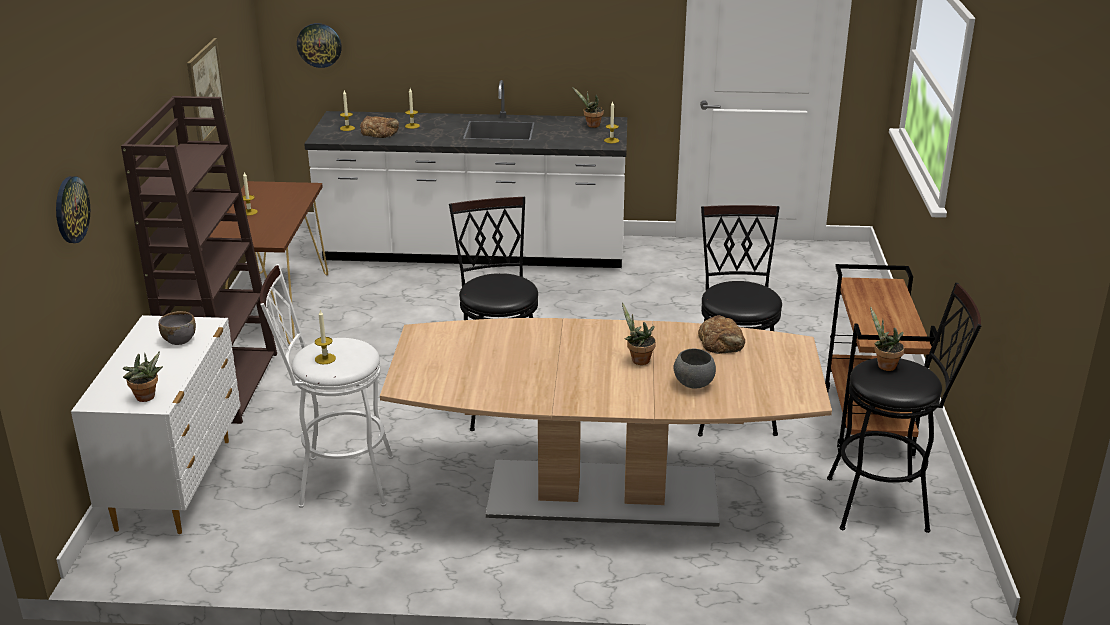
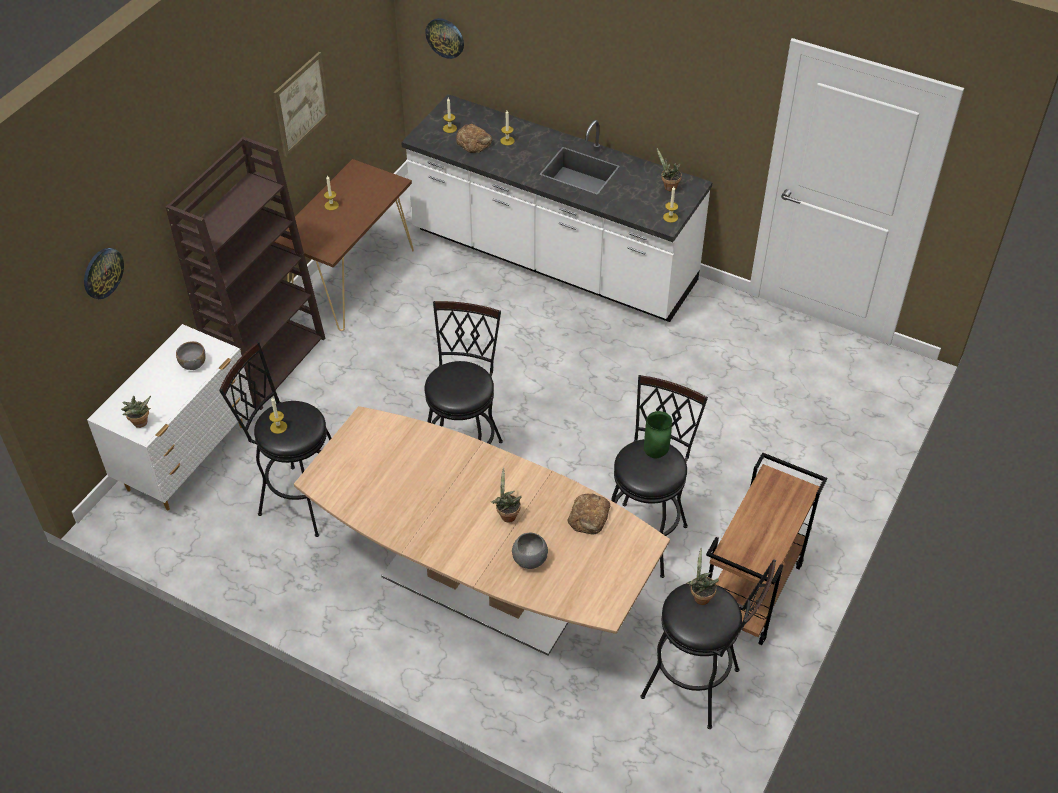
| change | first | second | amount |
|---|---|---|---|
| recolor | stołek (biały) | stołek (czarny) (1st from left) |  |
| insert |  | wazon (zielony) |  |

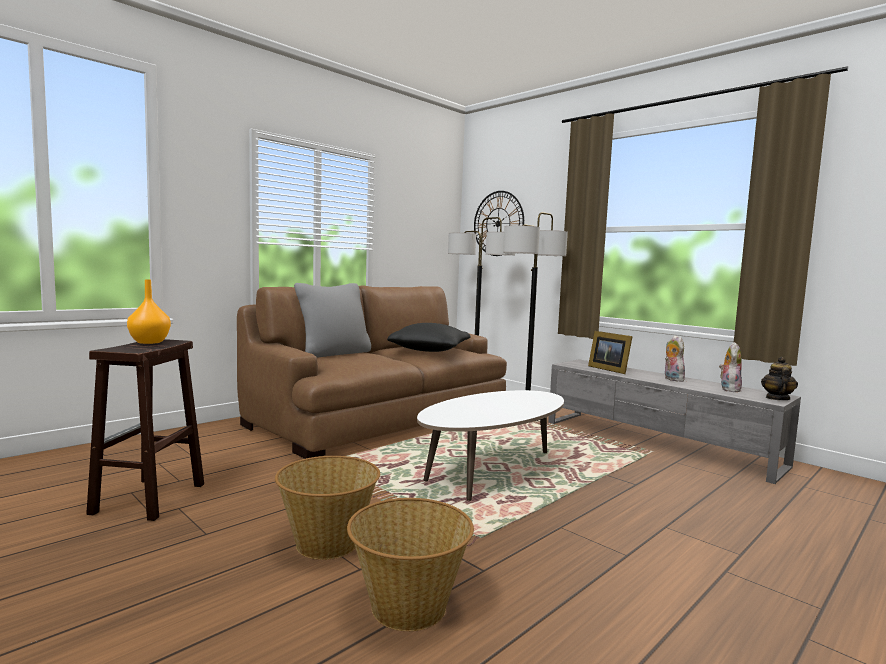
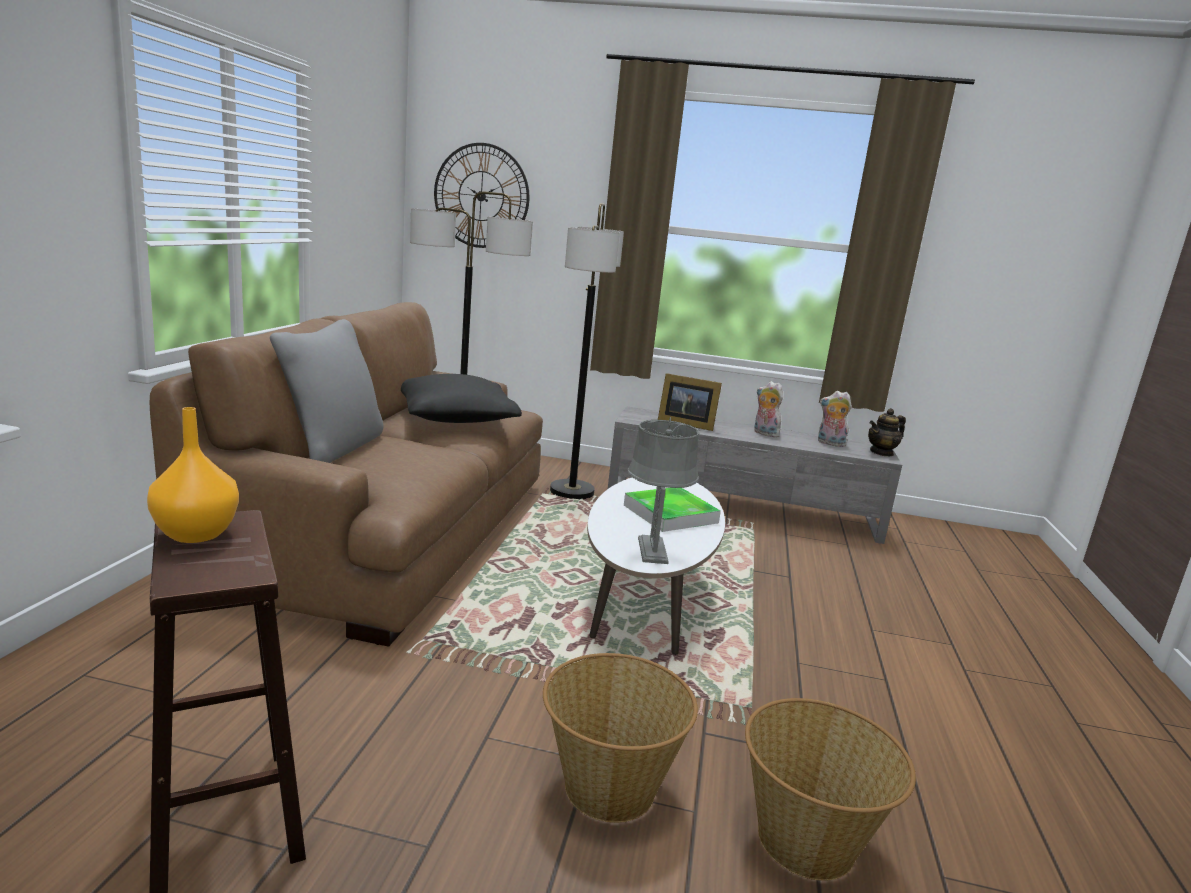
| change | first | second | amount |
|---|---|---|---|
| rotate | pluszak (2nd from left) |  | 60 degrees counterclockwise |
| rotate | imbryk |  | 105 degrees counterclockwise |
| insert |  | lampa stołowa (szary) |  |
| insert |  | taca |  |

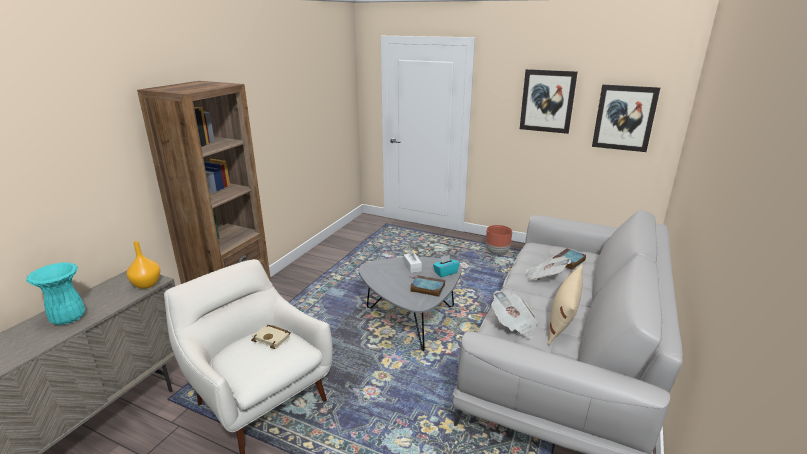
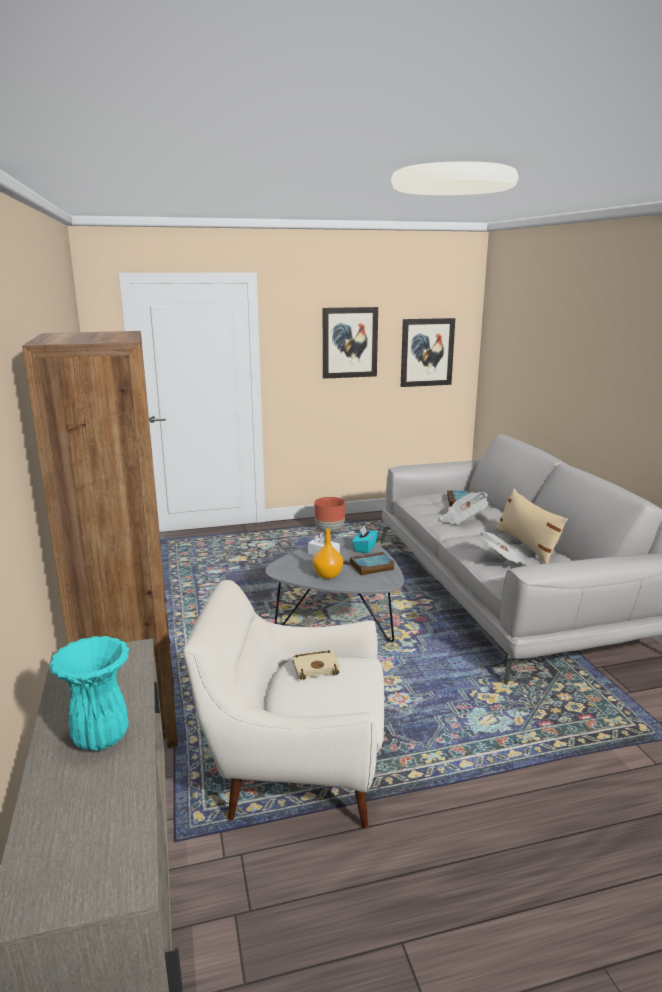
| change | first | second | amount |
|---|---|---|---|
| move | wazon (pomarańczowy) |  |  |

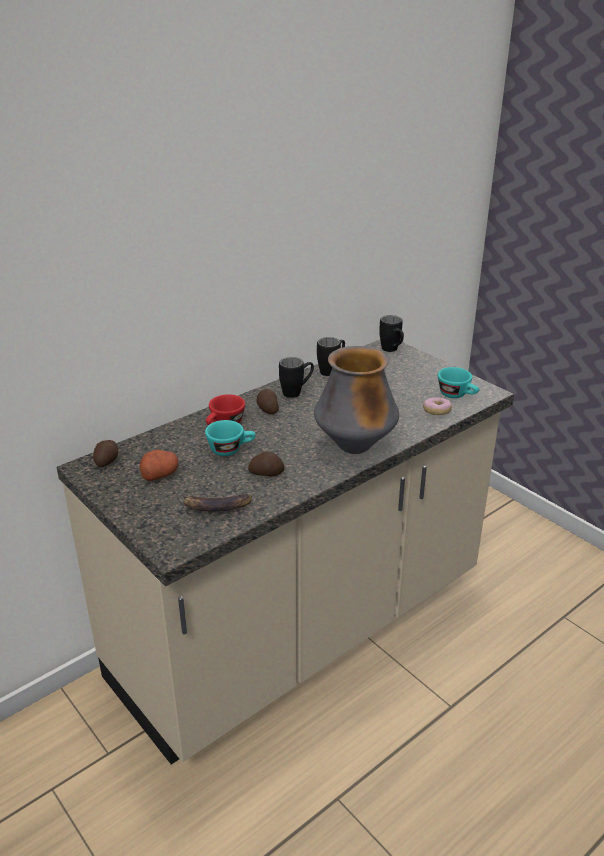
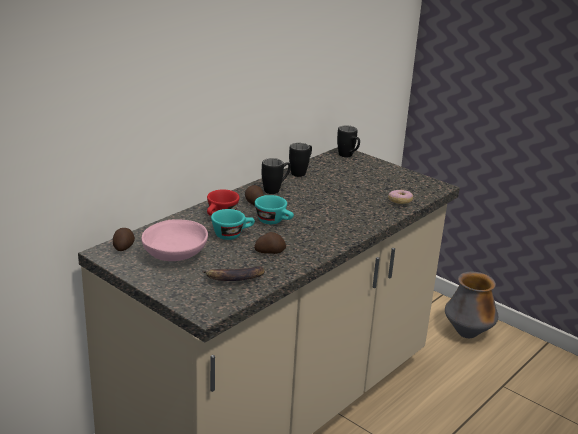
| change | first | second | amount |
|---|---|---|---|
| move | wazon |  |  |
| move | filiżanka (turkusowy) (2nd from left) |  |  |
| replace | ziemniak (2nd from left) | miska (różowy) |  |

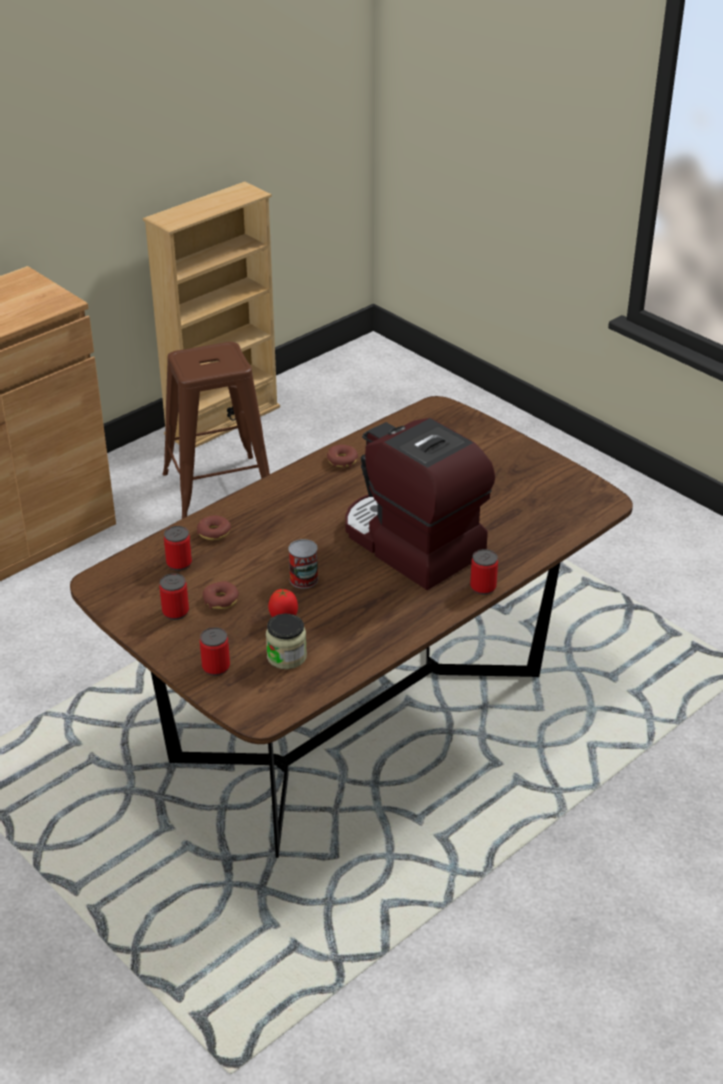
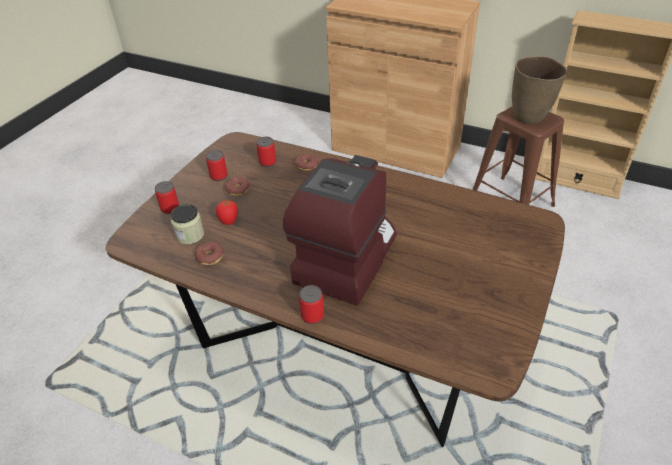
| change | first | second | amount |
|---|---|---|---|
| move | donut (3rd from left in the first image) | donut (1st from left) |  |
| delete | puszka (4th from left) |  |  |
| insert |  | wazon (brązowy) |  |

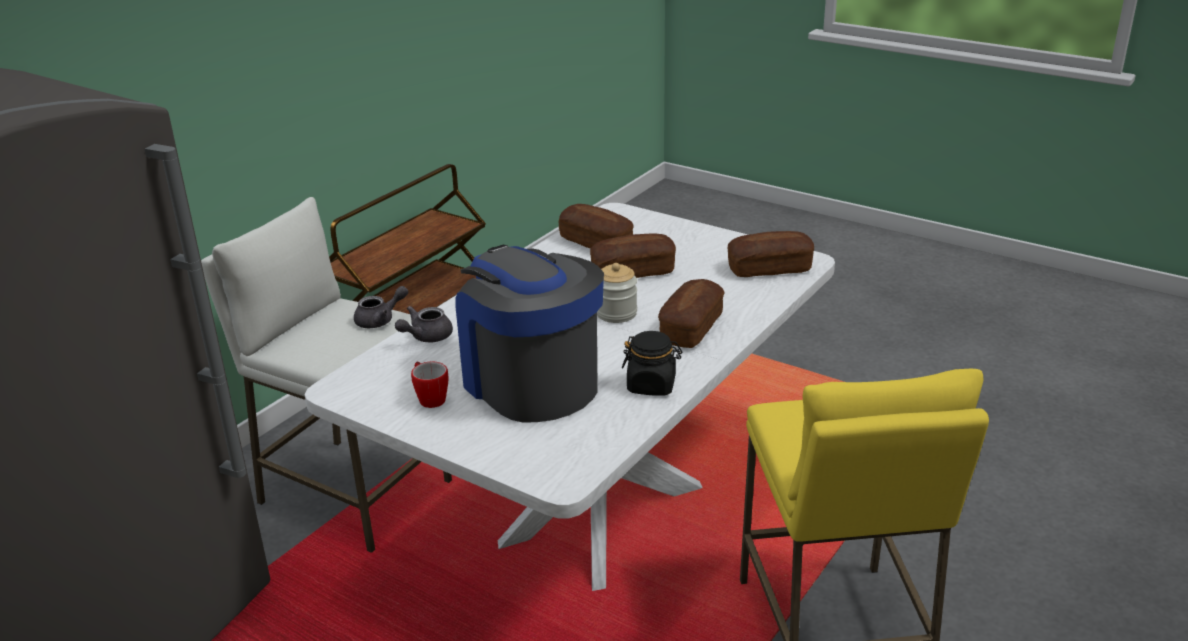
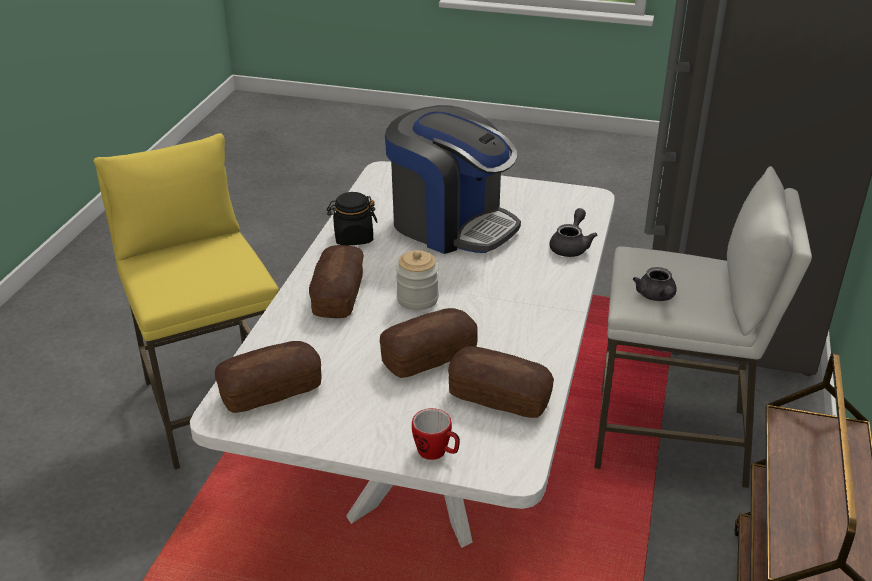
| change | first | second | amount |
|---|---|---|---|
| rotate | imbryk (szary) (1st from left in the first image) | imbryk (szary) (2nd from left) | 45 degrees counterclockwise |
| move | kubek |  |  |

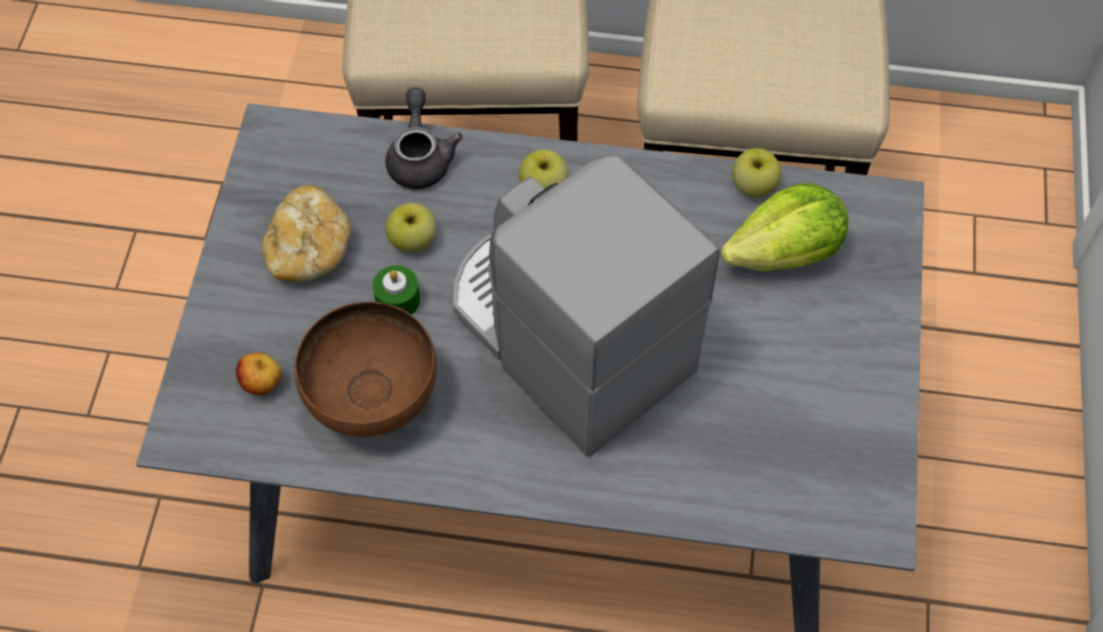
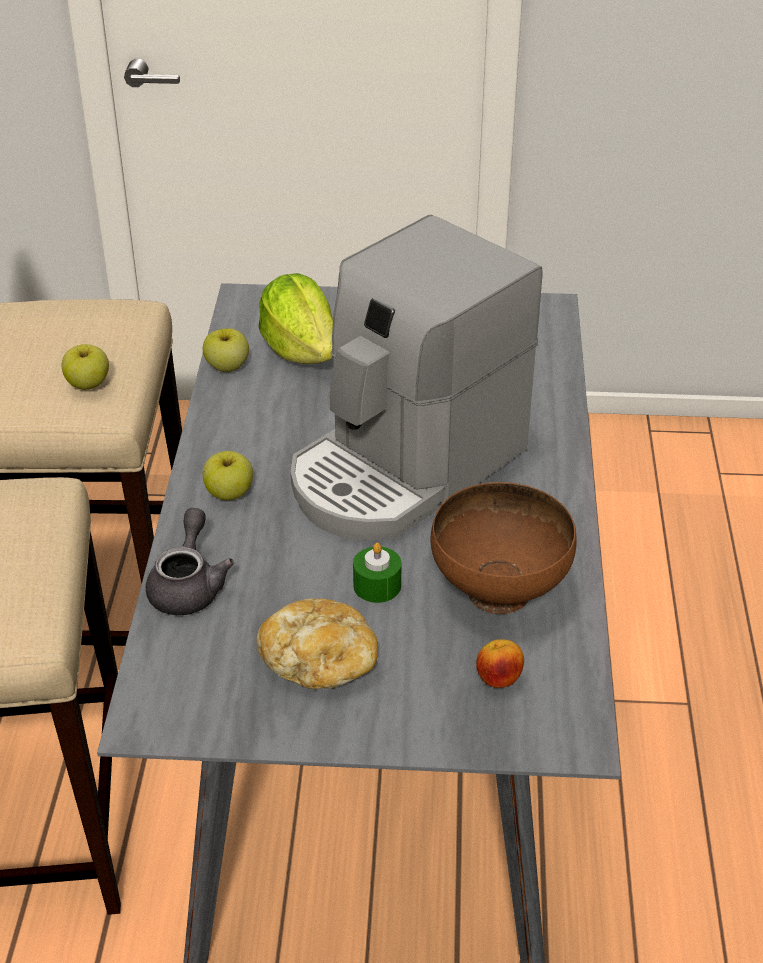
| change | first | second | amount |
|---|---|---|---|
| rotate | imbryk (szary) |  | 105 degrees clockwise |
| move | jabłko (2nd from left in the first image) | jabłko (1st from left) |  |

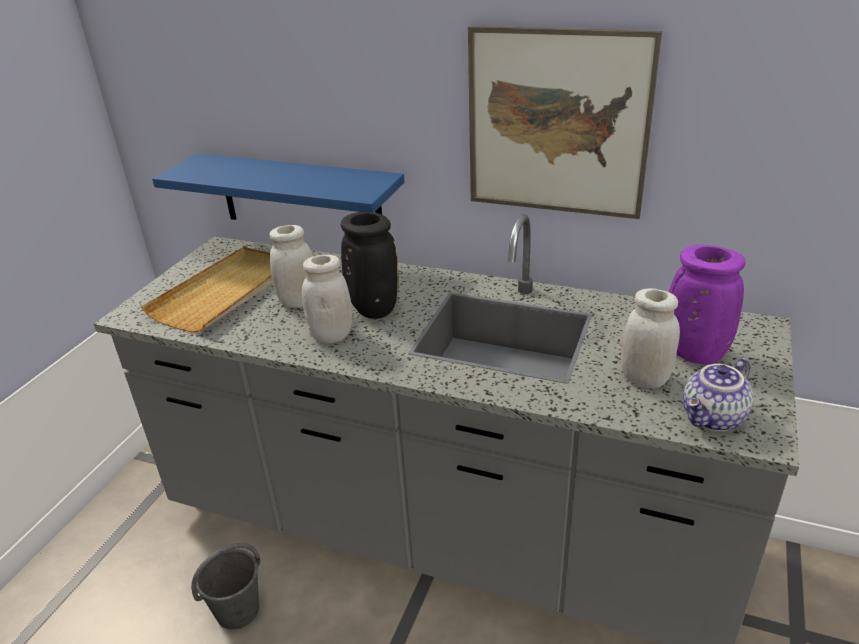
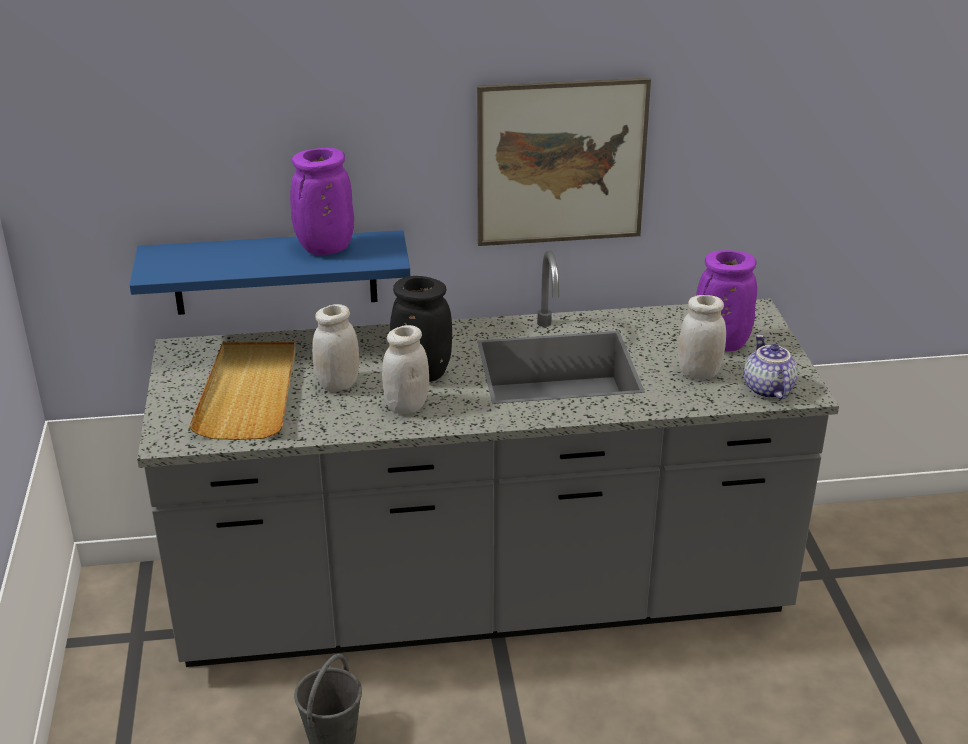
| change | first | second | amount |
|---|---|---|---|
| rotate | imbryk |  | 150 degrees clockwise |
| insert |  | wazon (fioletowy) (1st from left) |  |

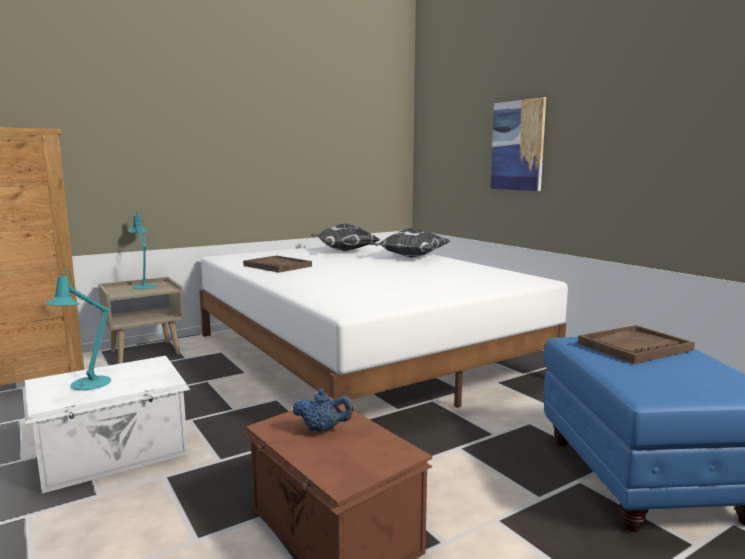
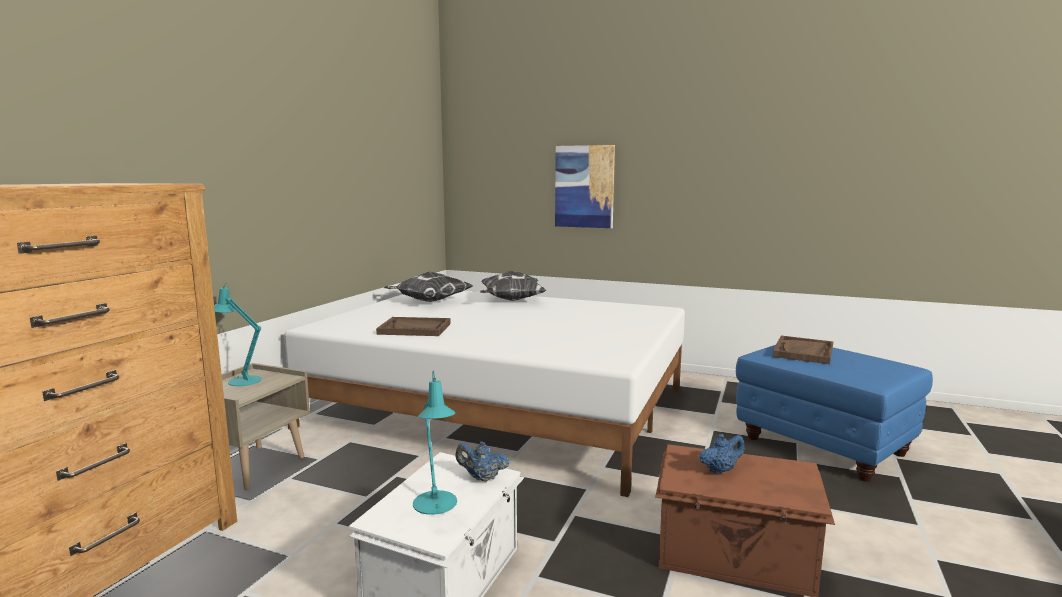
| change | first | second | amount |
|---|---|---|---|
| insert |  | imbryk (niebieski) (1st from left) |  |

